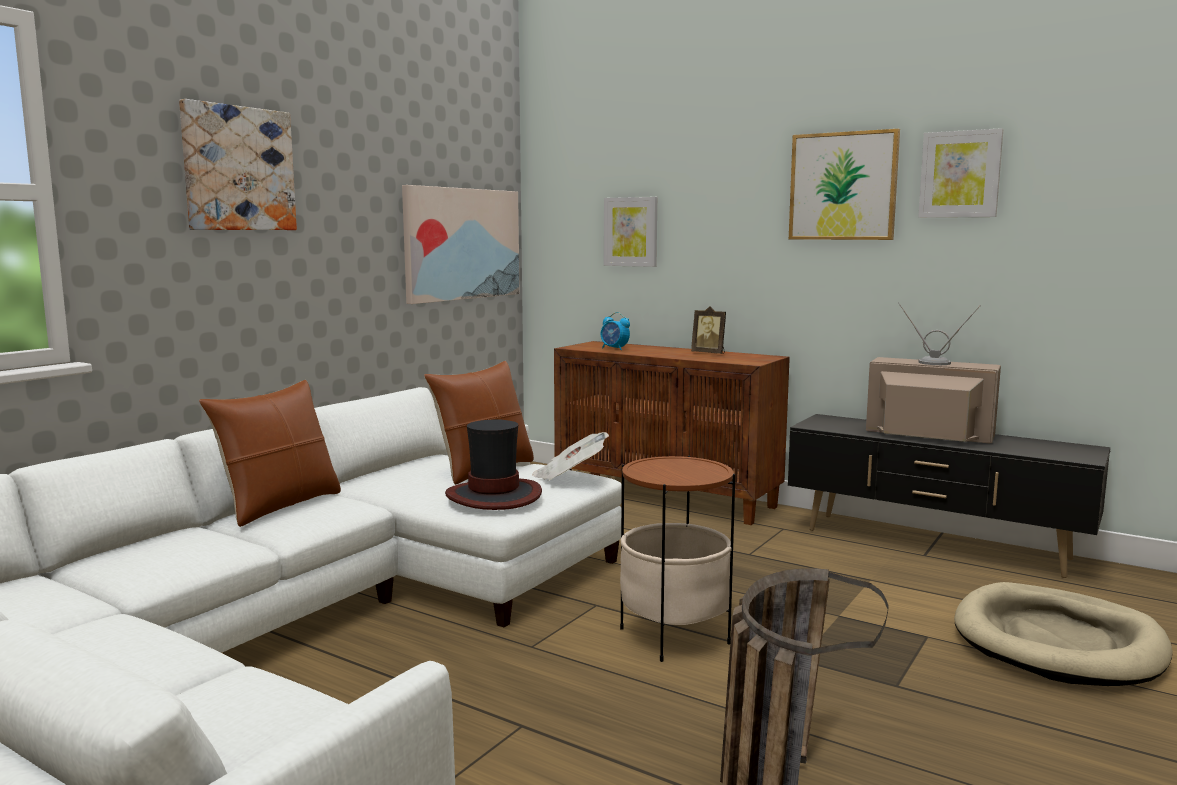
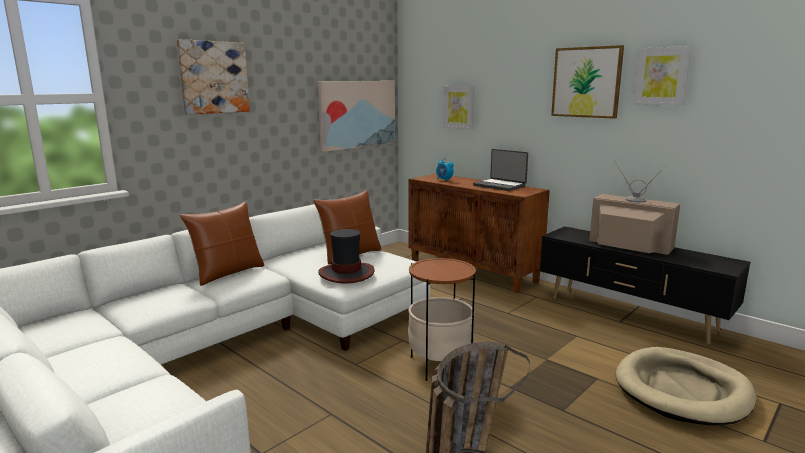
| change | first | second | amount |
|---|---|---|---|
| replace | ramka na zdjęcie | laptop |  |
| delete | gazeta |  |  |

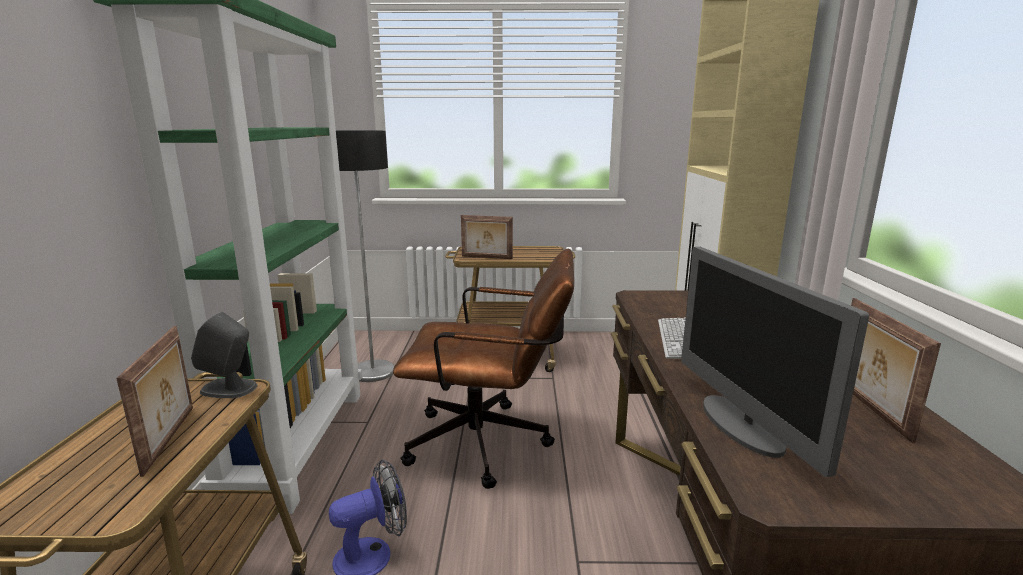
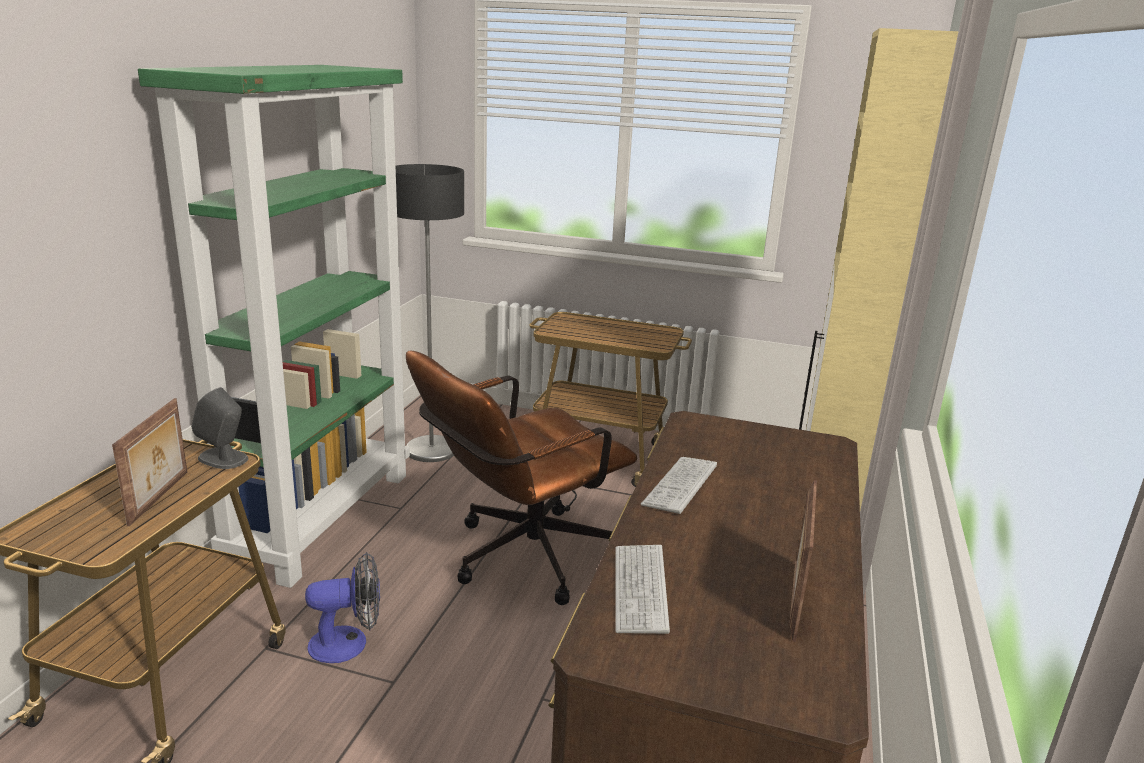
| change | first | second | amount |
|---|---|---|---|
| delete | ramka na zdjęcie (2nd from left) |  |  |
| replace | monitor | klawiatura (1st from left) |  |
| rotate | krzesło biurowe (brązowy) |  | 120 degrees clockwise |

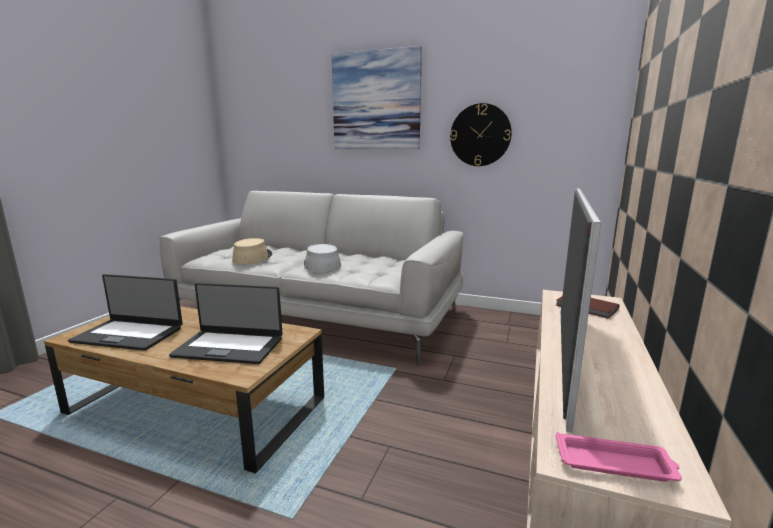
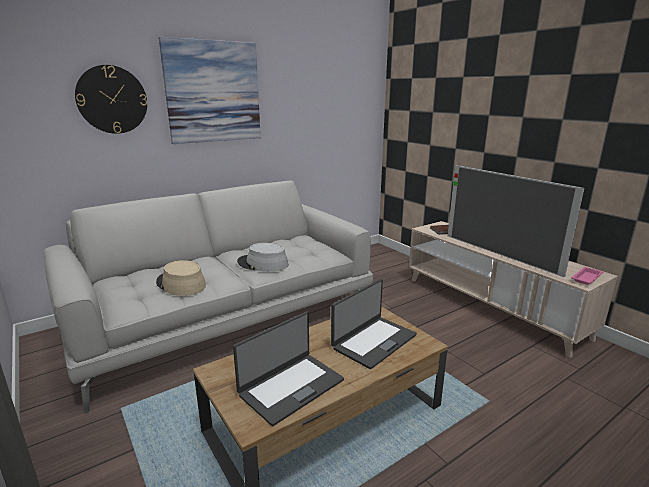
| change | first | second | amount |
|---|---|---|---|
| move | zegar ścienny |  |  |

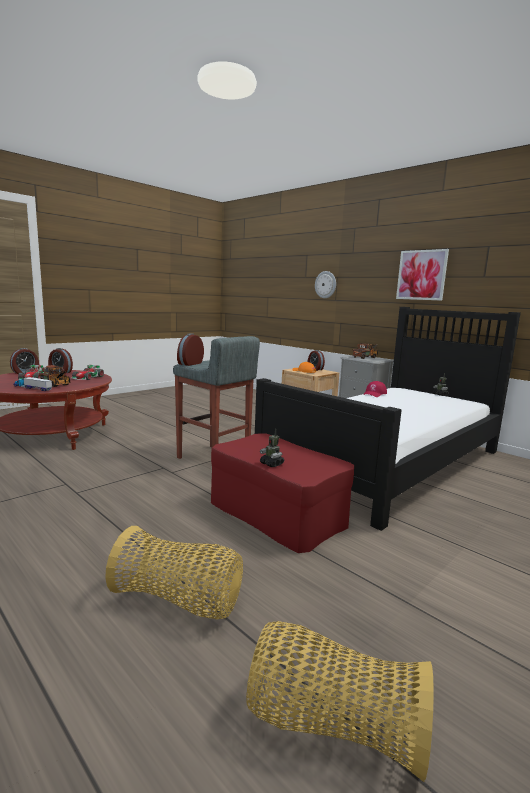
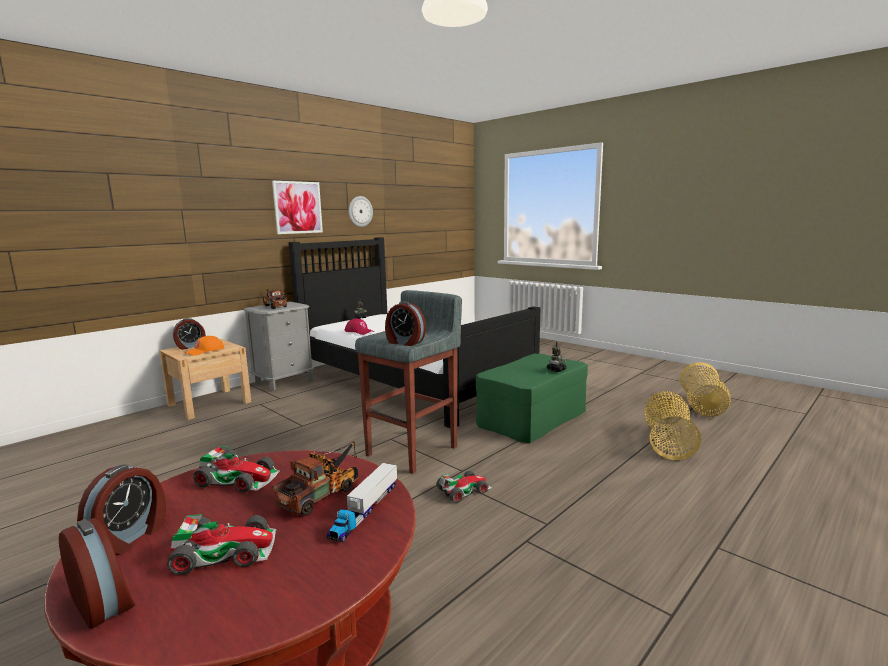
| change | first | second | amount |
|---|---|---|---|
| move | zegar ścienny |  |  |
| recolor | pufa (czerwony) | pufa (zielony) |  |
| insert |  | samochodzik (3rd from left) |  |

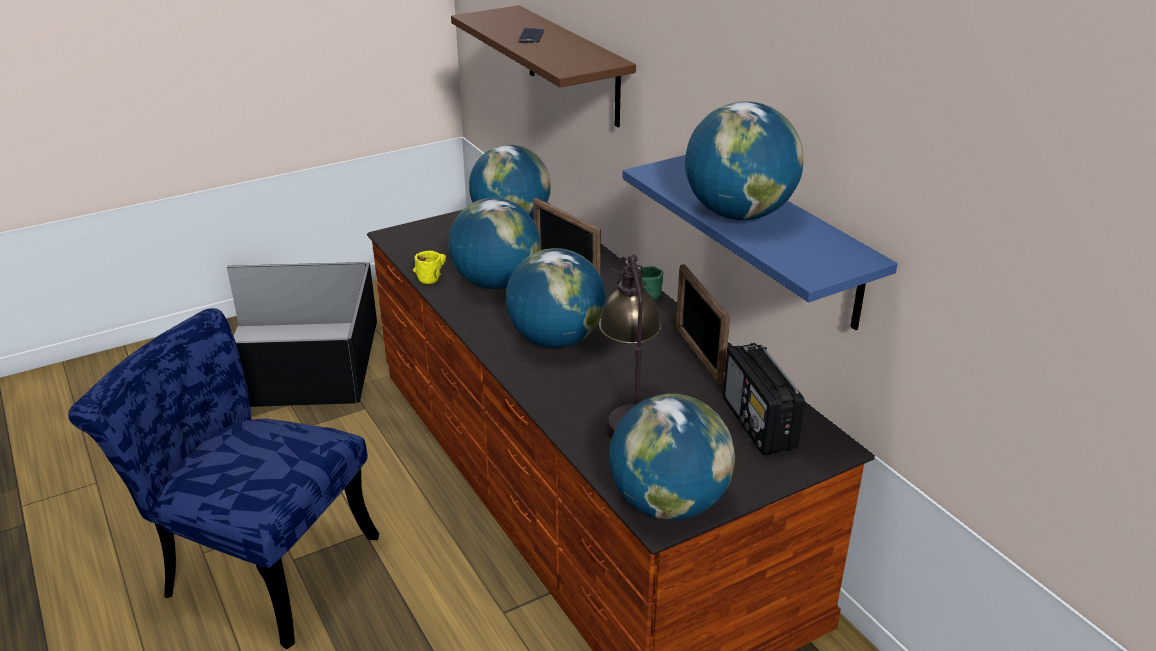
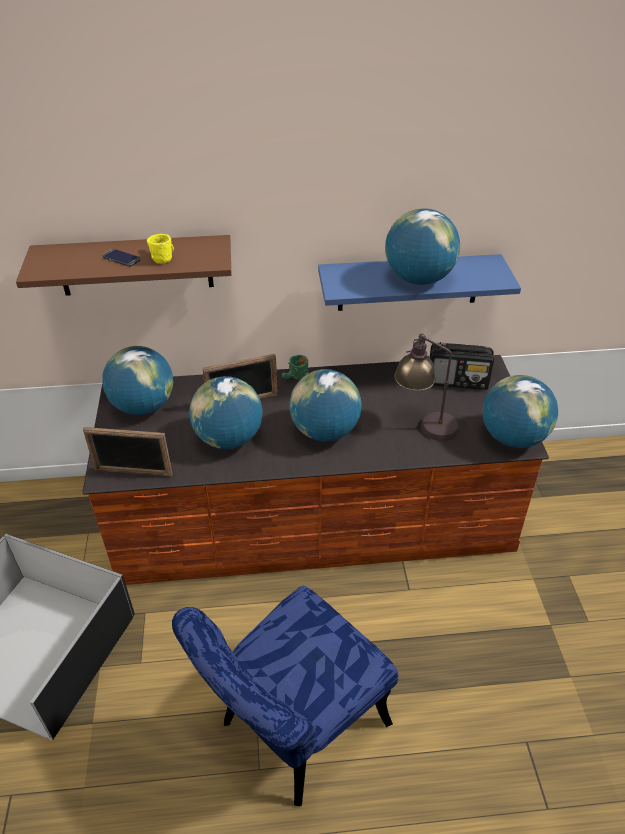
| change | first | second | amount |
|---|---|---|---|
| move | kubek (żółty) |  |  |
| move | ramka na zdjęcie (2nd from left in the first image) | ramka na zdjęcie (1st from left) |  |

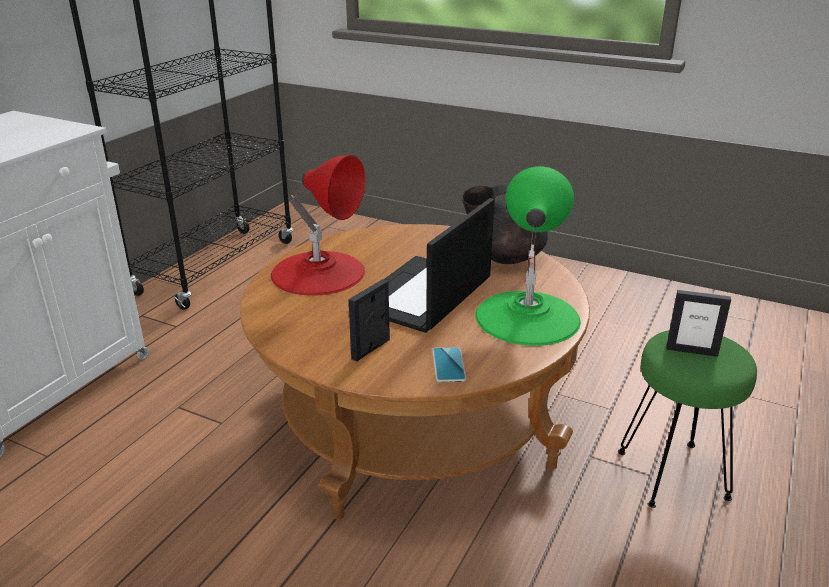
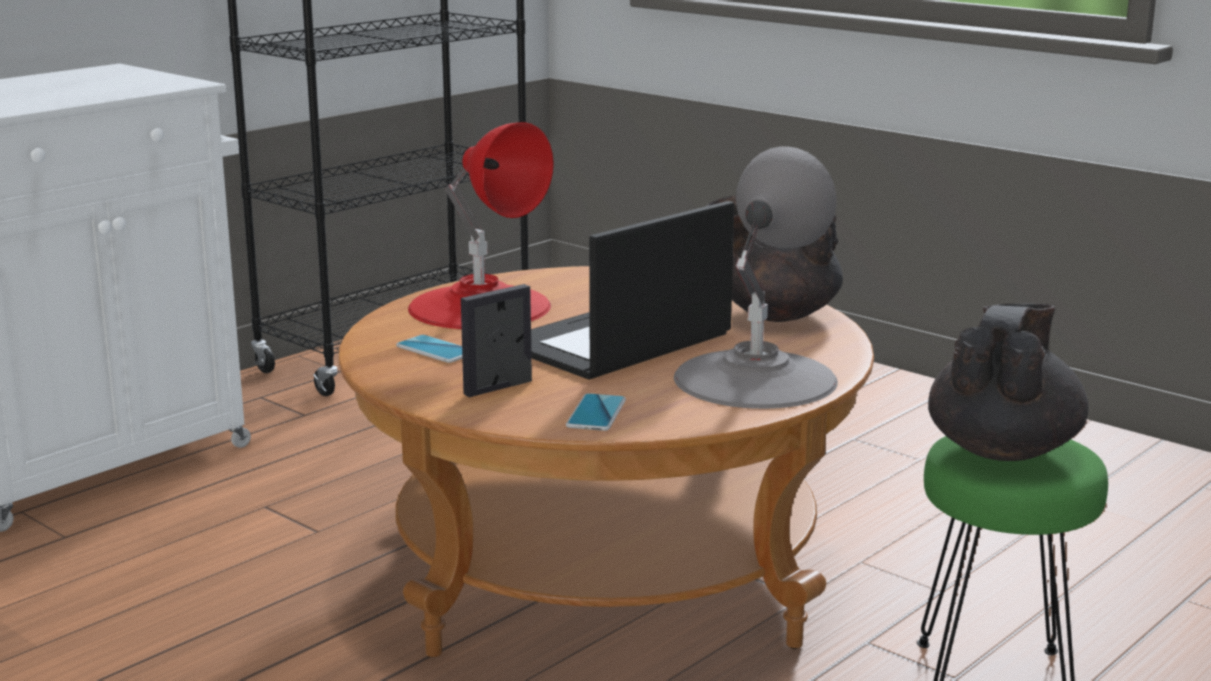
| change | first | second | amount |
|---|---|---|---|
| recolor | lampa stołowa (zielony) | lampa stołowa (szary) |  |
| replace | ramka na zdjęcie (2nd from left) | imbryk (czarny) (2nd from left) |  |
| insert |  | telefon (1st from left) |  |

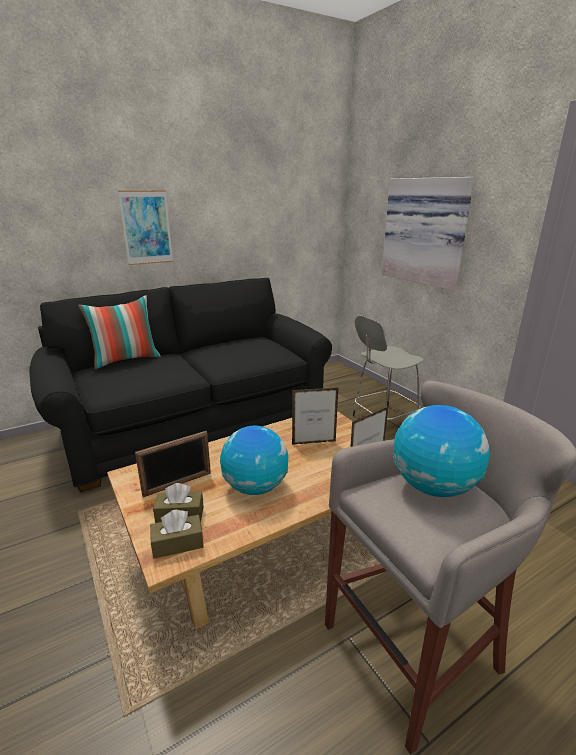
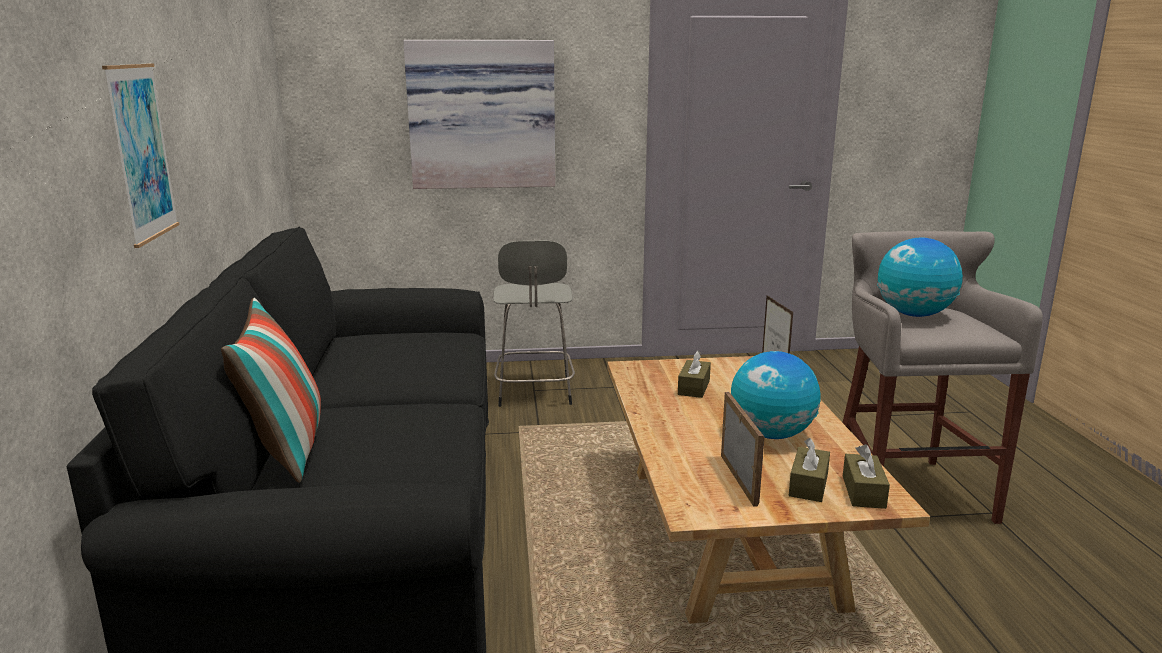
| change | first | second | amount |
|---|---|---|---|
| replace | ramka na zdjęcie (2nd from left) | pudełko chusteczek (brązowy) (1st from left) |  |

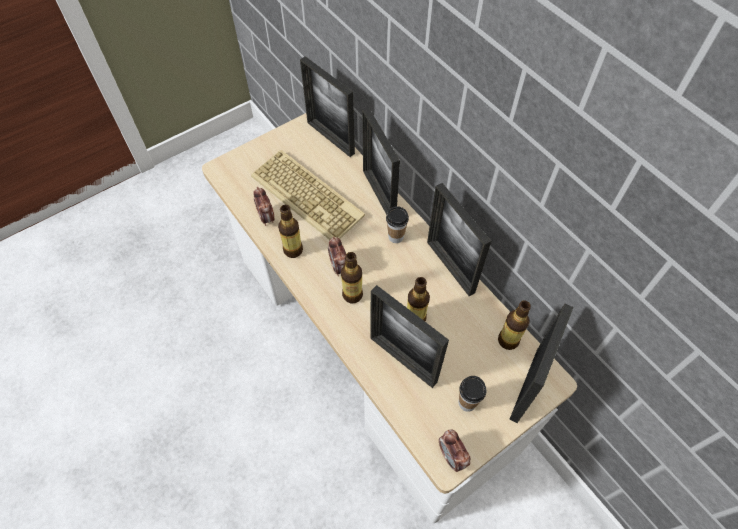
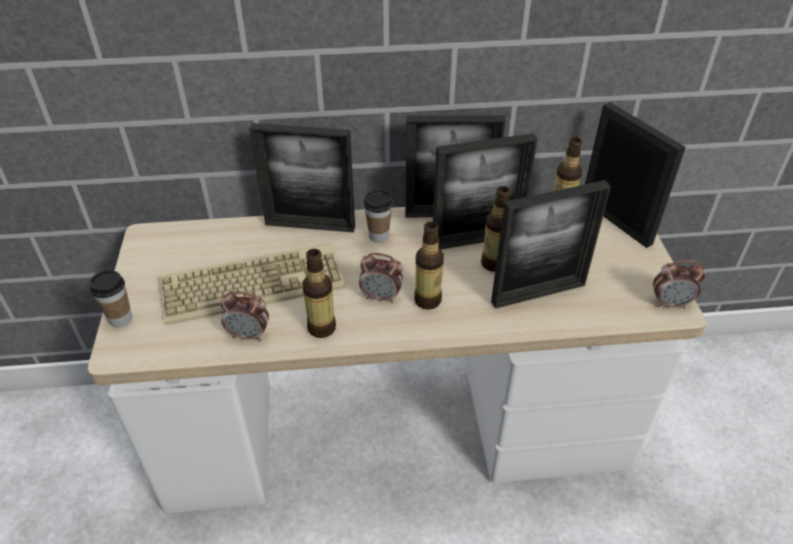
| change | first | second | amount |
|---|---|---|---|
| move | ramka na zdjęcie (1st from left in the first image) | ramka na zdjęcie (3rd from left) |  |
| move | filiżanka (2nd from left in the first image) | filiżanka (1st from left) |  |

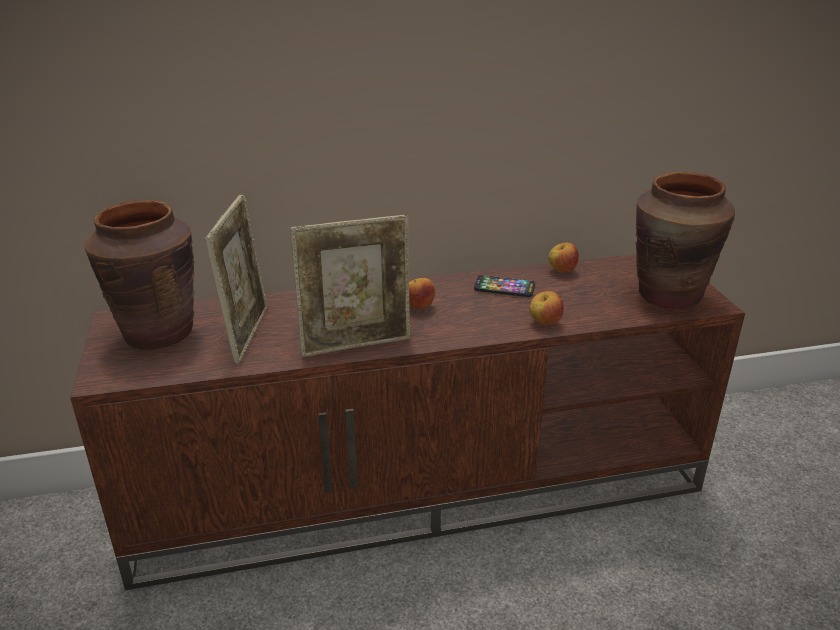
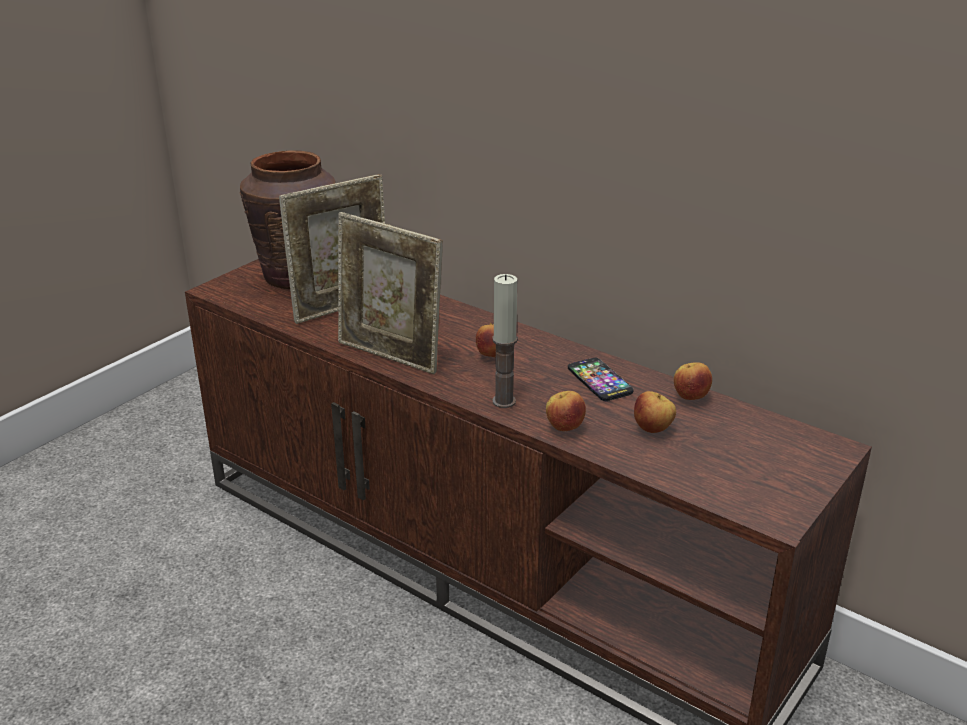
| change | first | second | amount |
|---|---|---|---|
| delete | wazon (brązowy) (2nd from left) |  |  |
| insert |  | świeca |  |
| insert |  | jabłko (3rd from left) |  |

